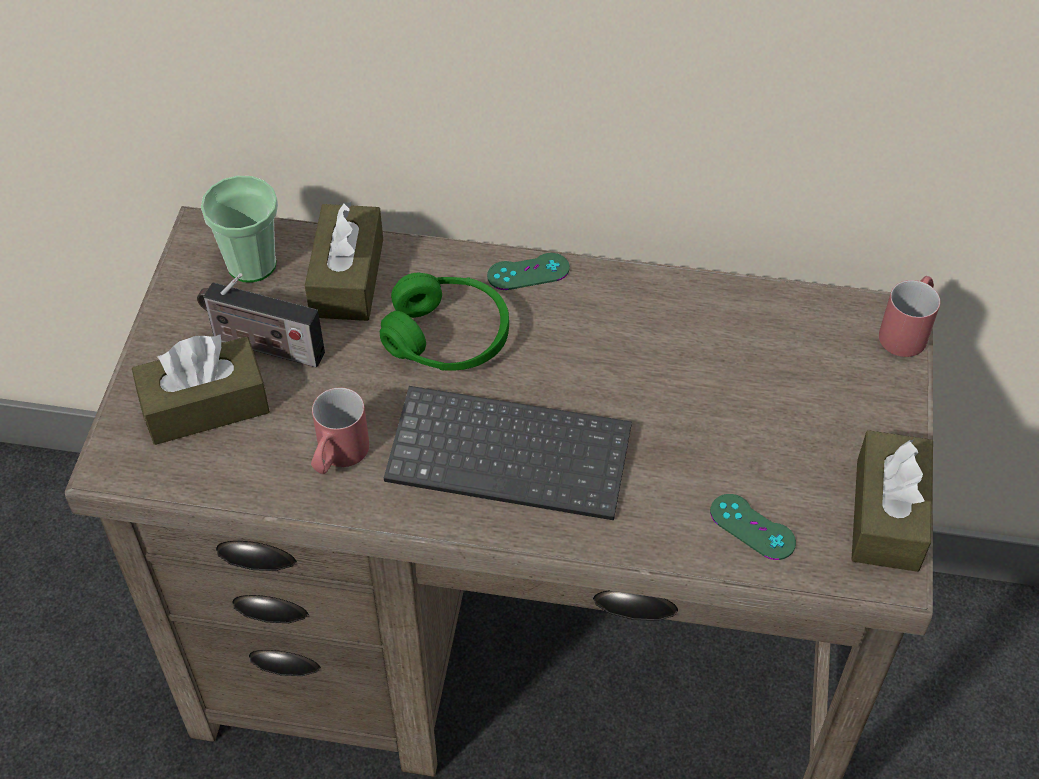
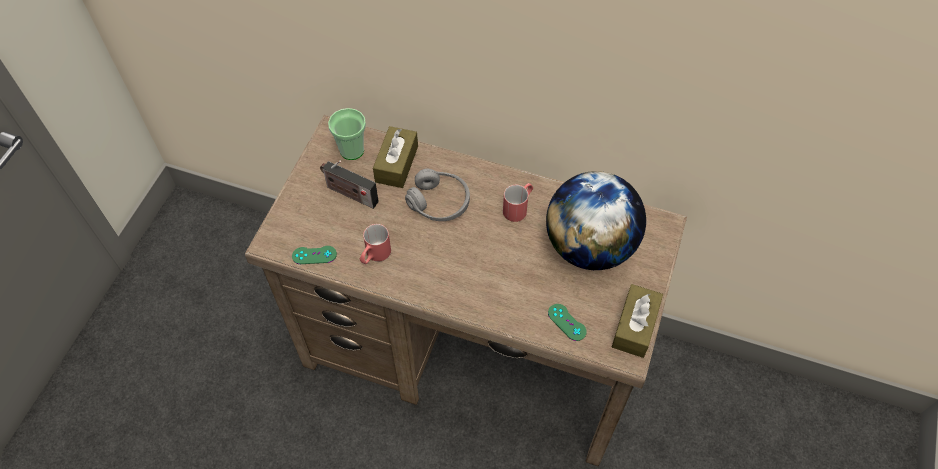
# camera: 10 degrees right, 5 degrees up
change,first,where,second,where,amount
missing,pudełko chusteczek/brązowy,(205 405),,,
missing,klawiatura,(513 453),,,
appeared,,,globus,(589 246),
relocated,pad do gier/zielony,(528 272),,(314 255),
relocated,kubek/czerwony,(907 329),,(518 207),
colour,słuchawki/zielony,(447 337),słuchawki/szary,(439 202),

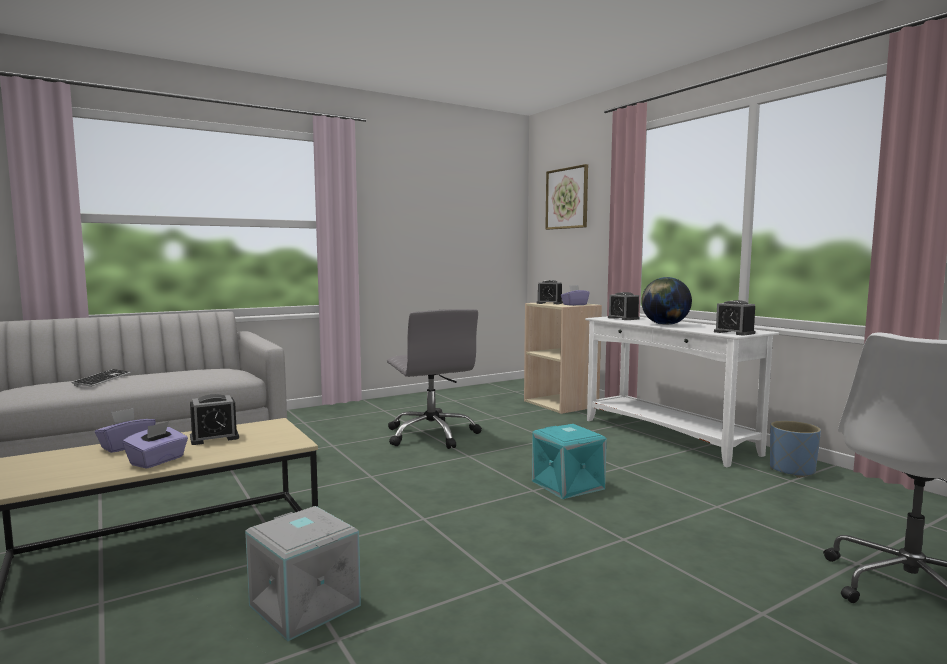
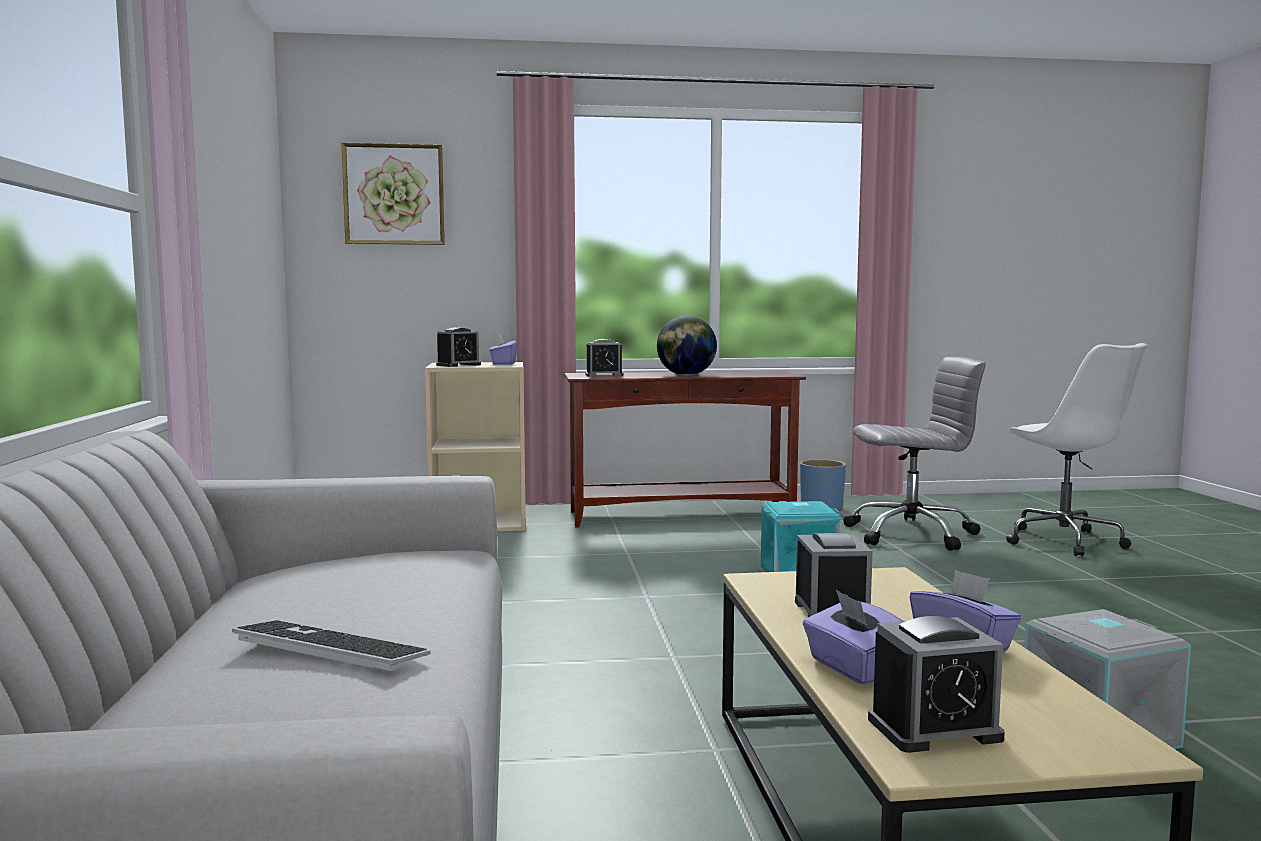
# camera: 65 degrees left, 0 degrees up
change,first,where,second,where,amount
relocated,krzesło biurowe/szary,(432 435),,(911 534),
relocated,budzik,(734 332),,(934 729),
colour,stolik konsolowy/biały,(668 436),stolik konsolowy/brązowy,(682 515),

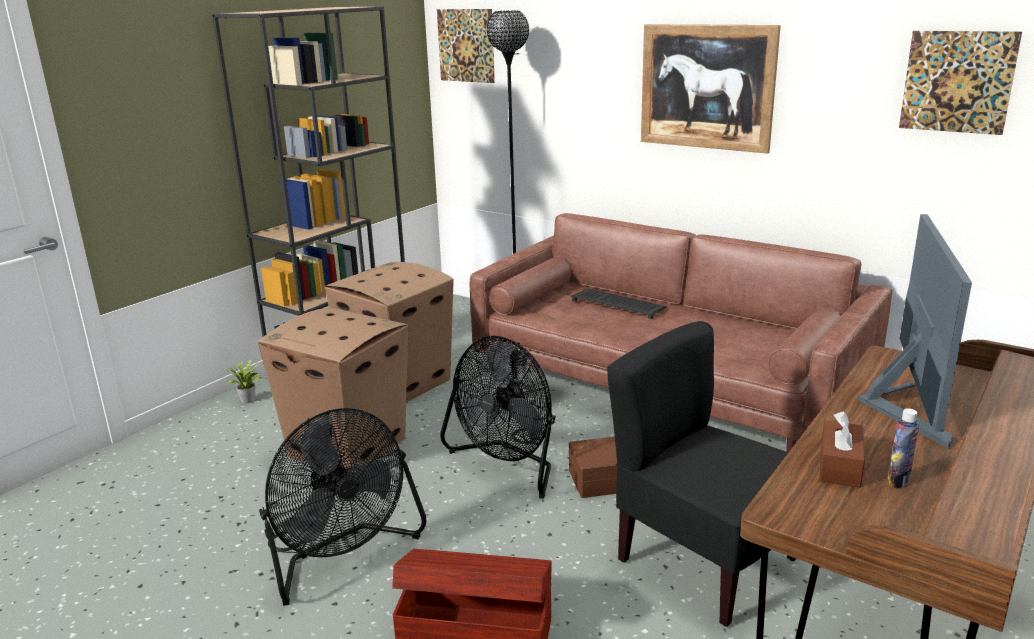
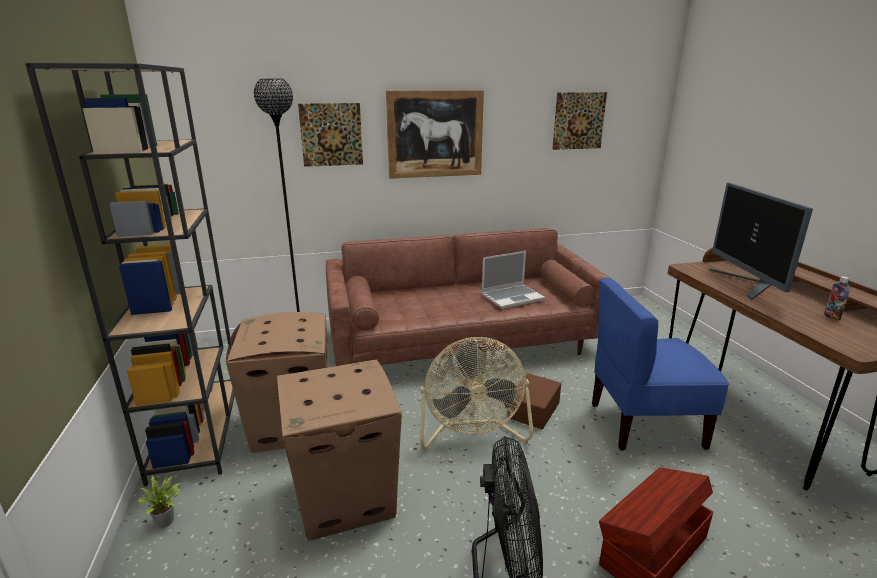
# camera: 50 degrees left, 0 degrees up
change,first,where,second,where,amount
missing,klawiatura,(619 304),,,
missing,pudełko chusteczek/brązowy,(839 466),,,
appeared,,,laptop,(512 297),
relocated,obraz,(466 45),,(331 135),
colour,wentylator/czarny,(508 461),wentylator/beżowy,(468 433),
colour,krzesło/czarny,(704 562),krzesło/niebieski,(644 424),
spun,monitor,(906 405),,(746 285),150 degrees counterclockwise

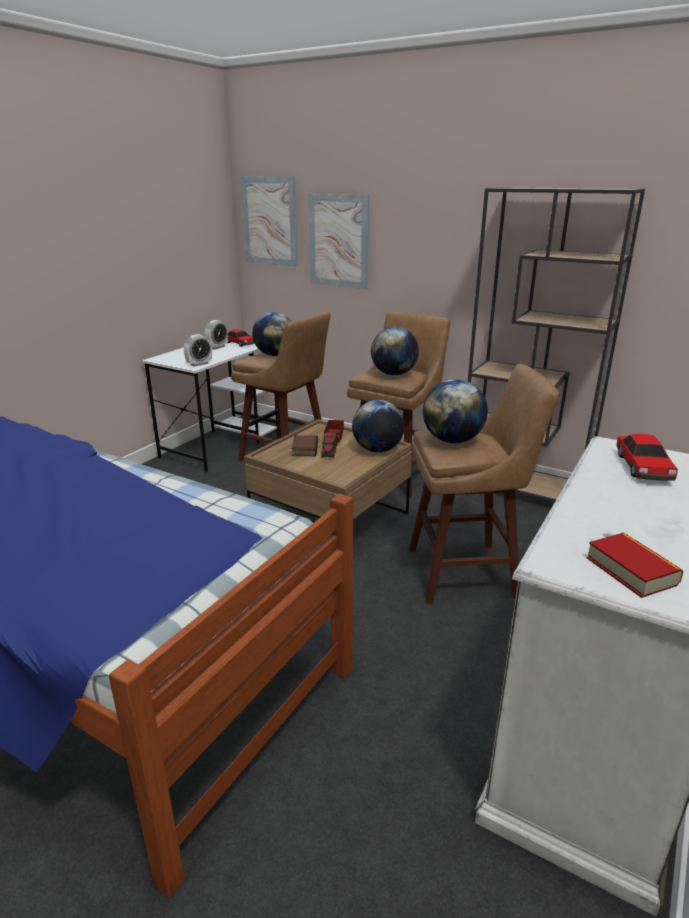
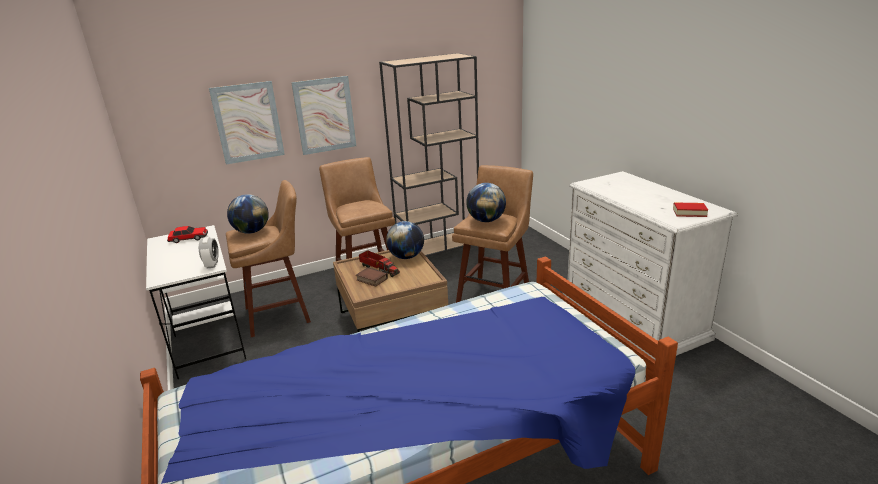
# camera: 55 degrees left, 0 degrees up
change,first,where,second,where,amount
missing,budzik,(217 347),,,
missing,globus,(394 374),,,
missing,samochodzik,(643 467),,,
relocated,obraz,(270 221),,(325 115),

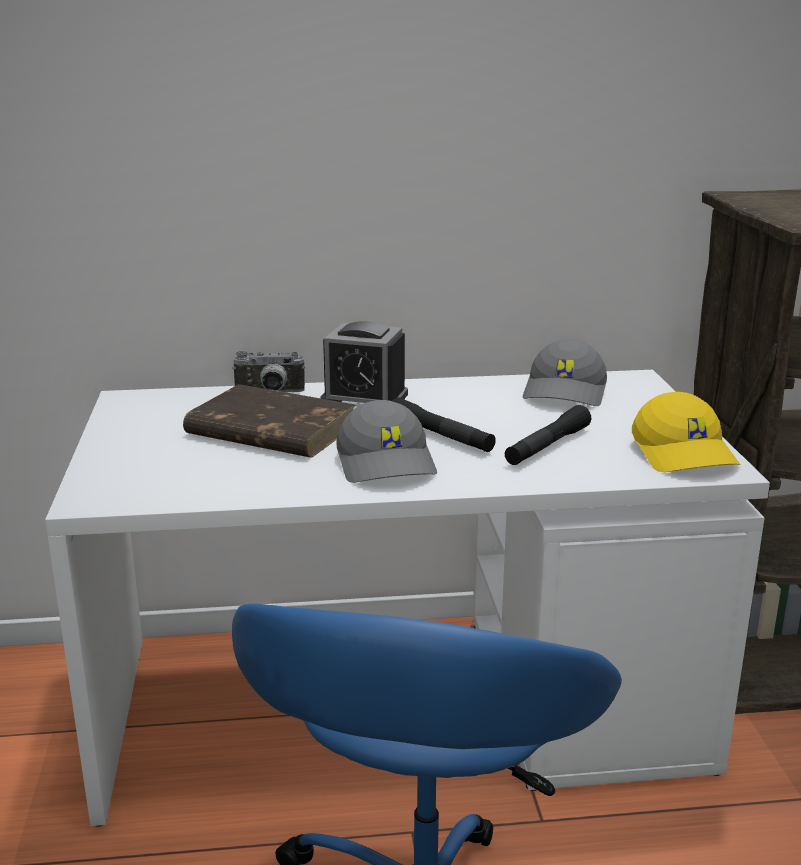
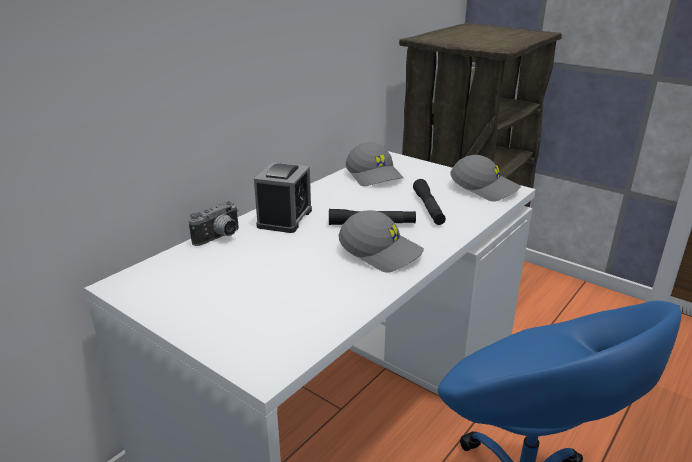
# camera: 45 degrees left, 5 degrees up
change,first,where,second,where,amount
missing,książka/brązowy,(269 430),,,
colour,czapka z daszkiem/żółty,(685 454),czapka z daszkiem/szary,(484 188),
spun,budzik,(364 398),,(285 218),45 degrees counterclockwise

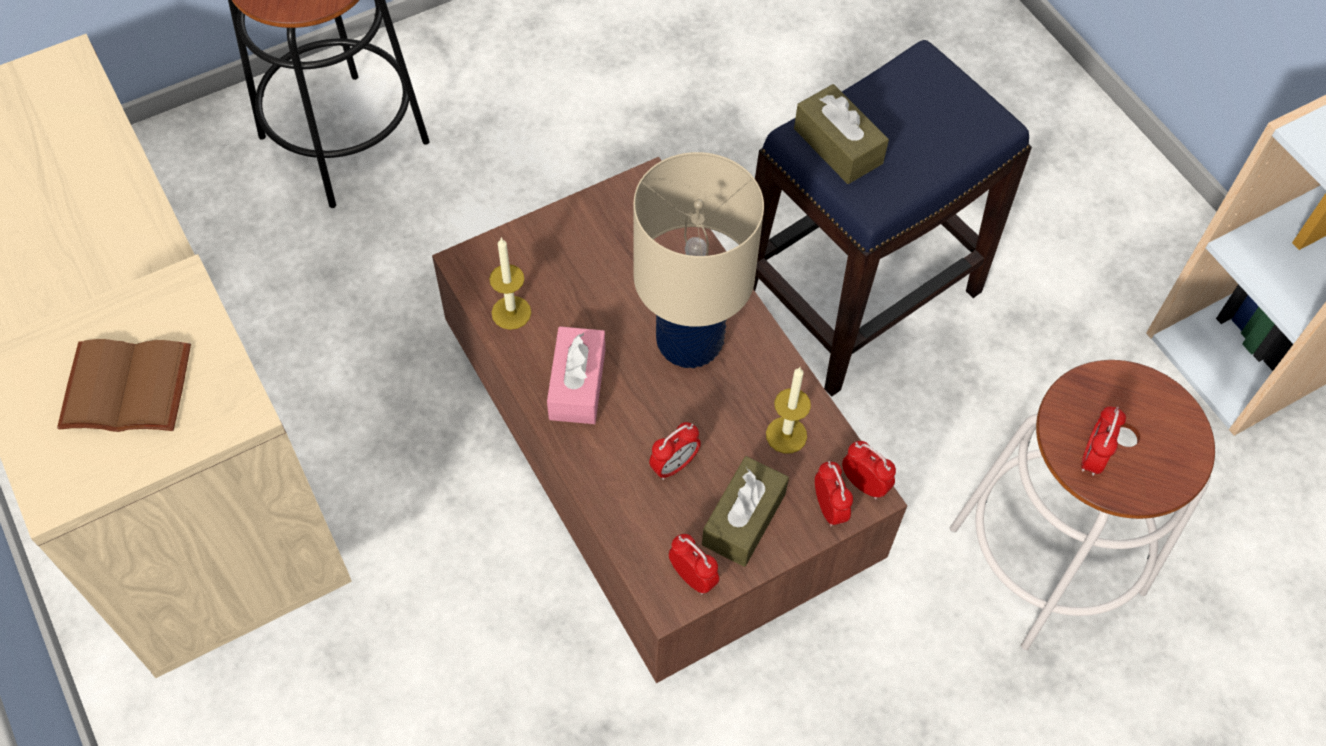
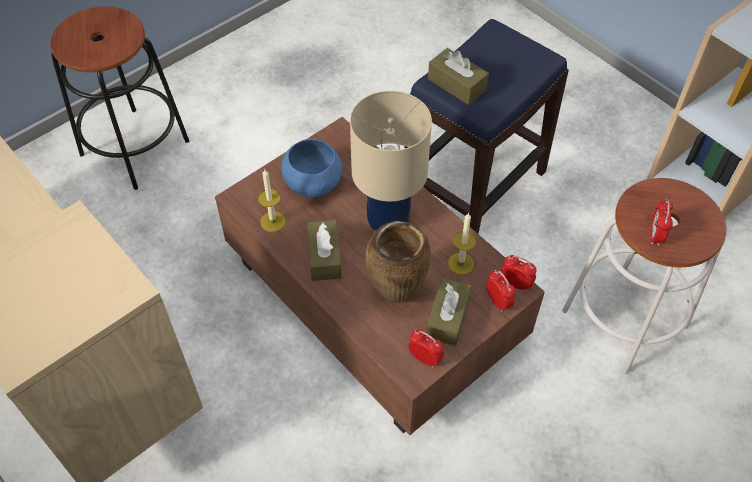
# camera: 10 degrees left, 5 degrees down
change,first,where,second,where,amount
missing,książka/brązowy,(124 391),,,
appeared,,,miska/niebieski,(312 184),
exchanged,budzik,(674 465),wazon/brązowy,(396 294),
colour,pudełko chusteczek/różowy,(577 384),pudełko chusteczek/brązowy,(324 257),

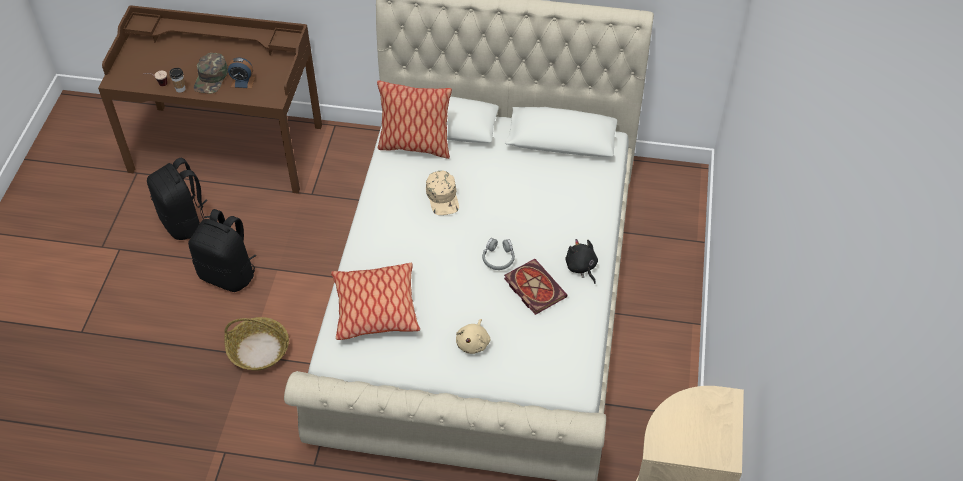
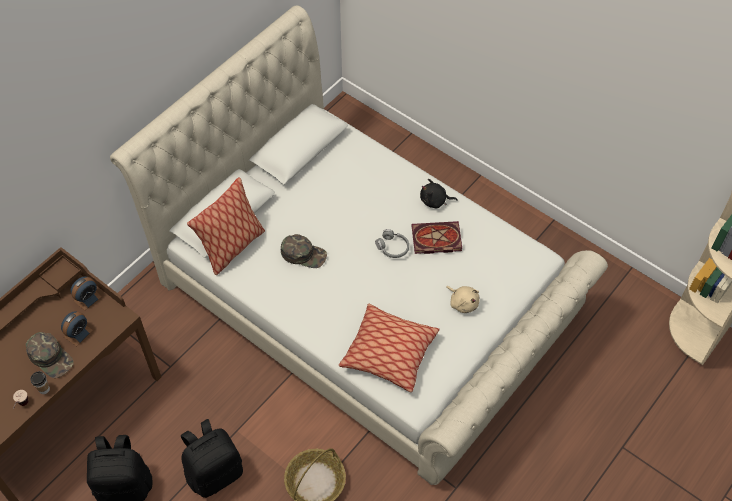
# camera: 60 degrees left, 5 degrees up
change,first,where,second,where,amount
appeared,,,budzik,(87 298),
colour,czapka z daszkiem/beżowy,(443 197),czapka z daszkiem/zielony,(303 254),

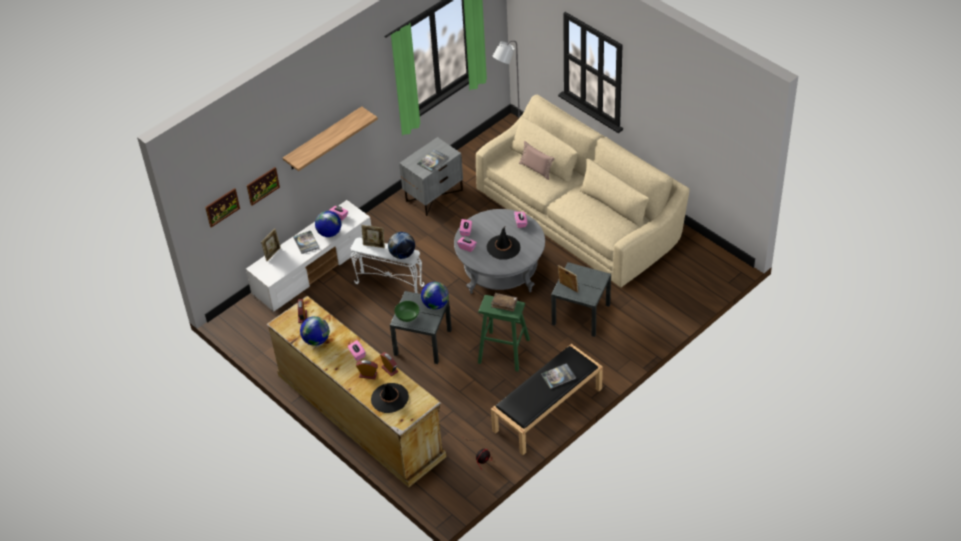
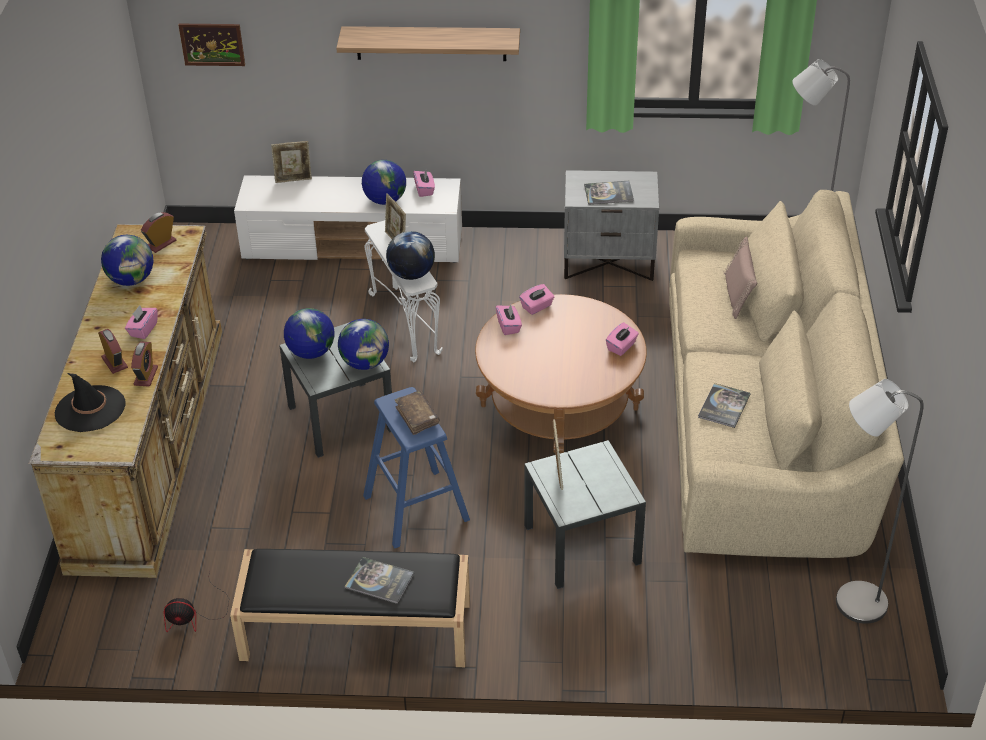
# camera: 45 degrees right, 5 degrees down
change,first,where,second,where,amount
missing,obraz,(262 186),,,
missing,kapelusz/czarny,(503 247),,,
appeared,,,lampa stojąca/szary,(850 603),
relocated,książka,(306 242),,(724 406),
exchanged,miska/zielony,(407 317),globus,(311 352),
colour,ława/szary,(501 270),ława/brązowy,(559 408),
colour,stołek/zielony,(503 351),stołek/niebieski,(415 508),

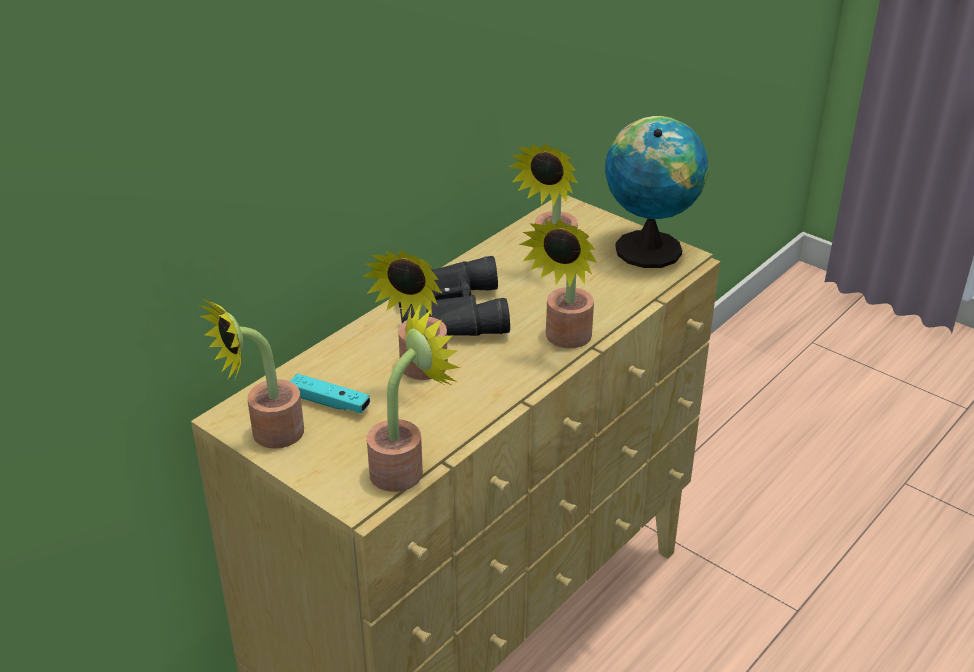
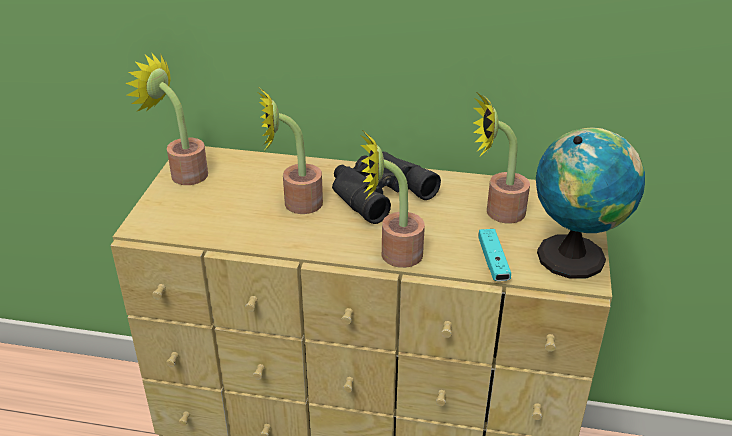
# camera: 60 degrees right, 0 degrees up
change,first,where,second,where,amount
missing,roślina doniczkowa,(406 468),,,
relocated,pad do gier/turkusowy,(329 402),,(493 262),

